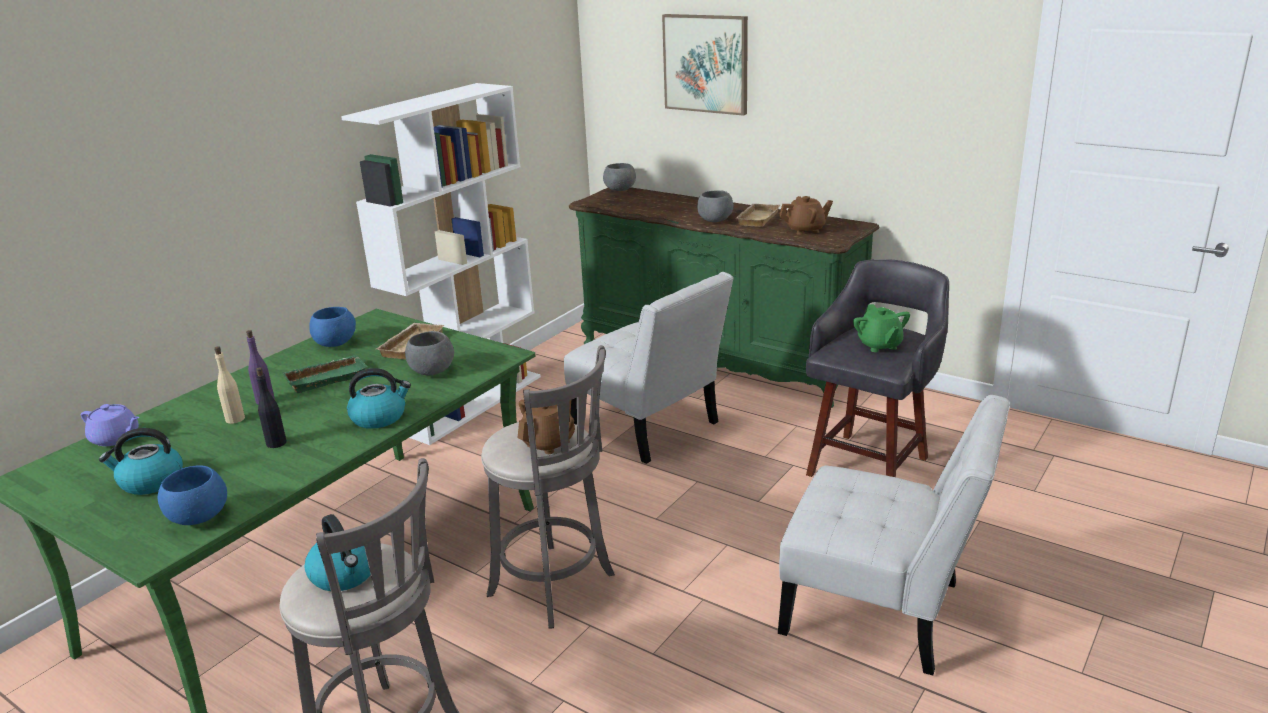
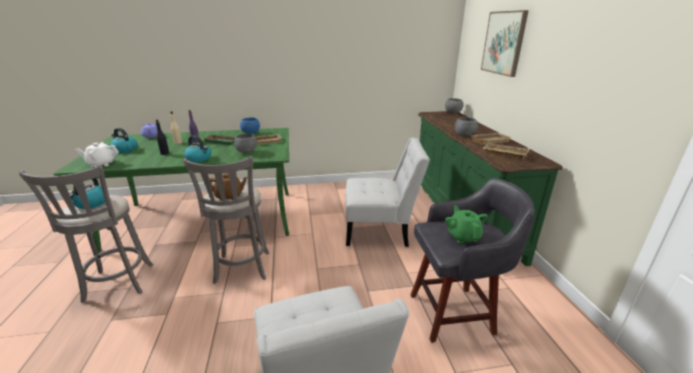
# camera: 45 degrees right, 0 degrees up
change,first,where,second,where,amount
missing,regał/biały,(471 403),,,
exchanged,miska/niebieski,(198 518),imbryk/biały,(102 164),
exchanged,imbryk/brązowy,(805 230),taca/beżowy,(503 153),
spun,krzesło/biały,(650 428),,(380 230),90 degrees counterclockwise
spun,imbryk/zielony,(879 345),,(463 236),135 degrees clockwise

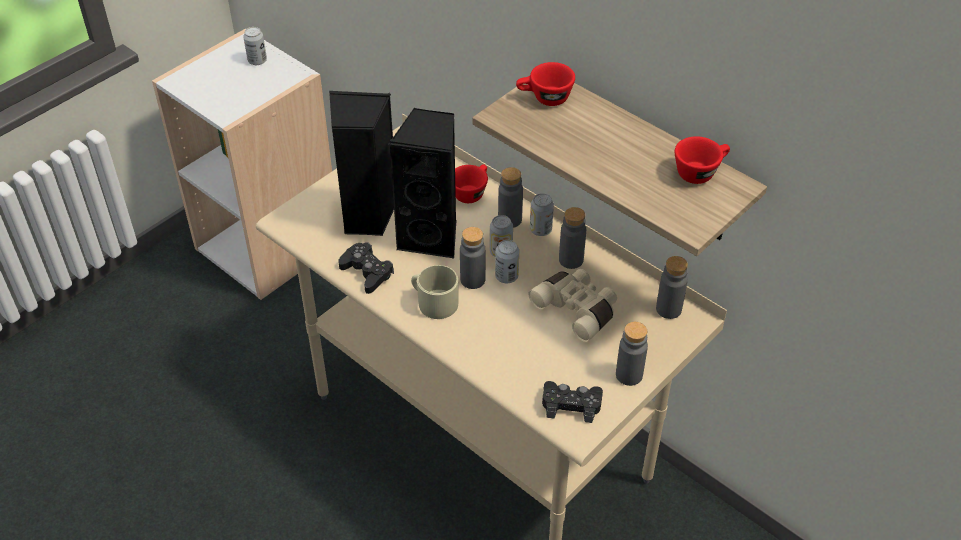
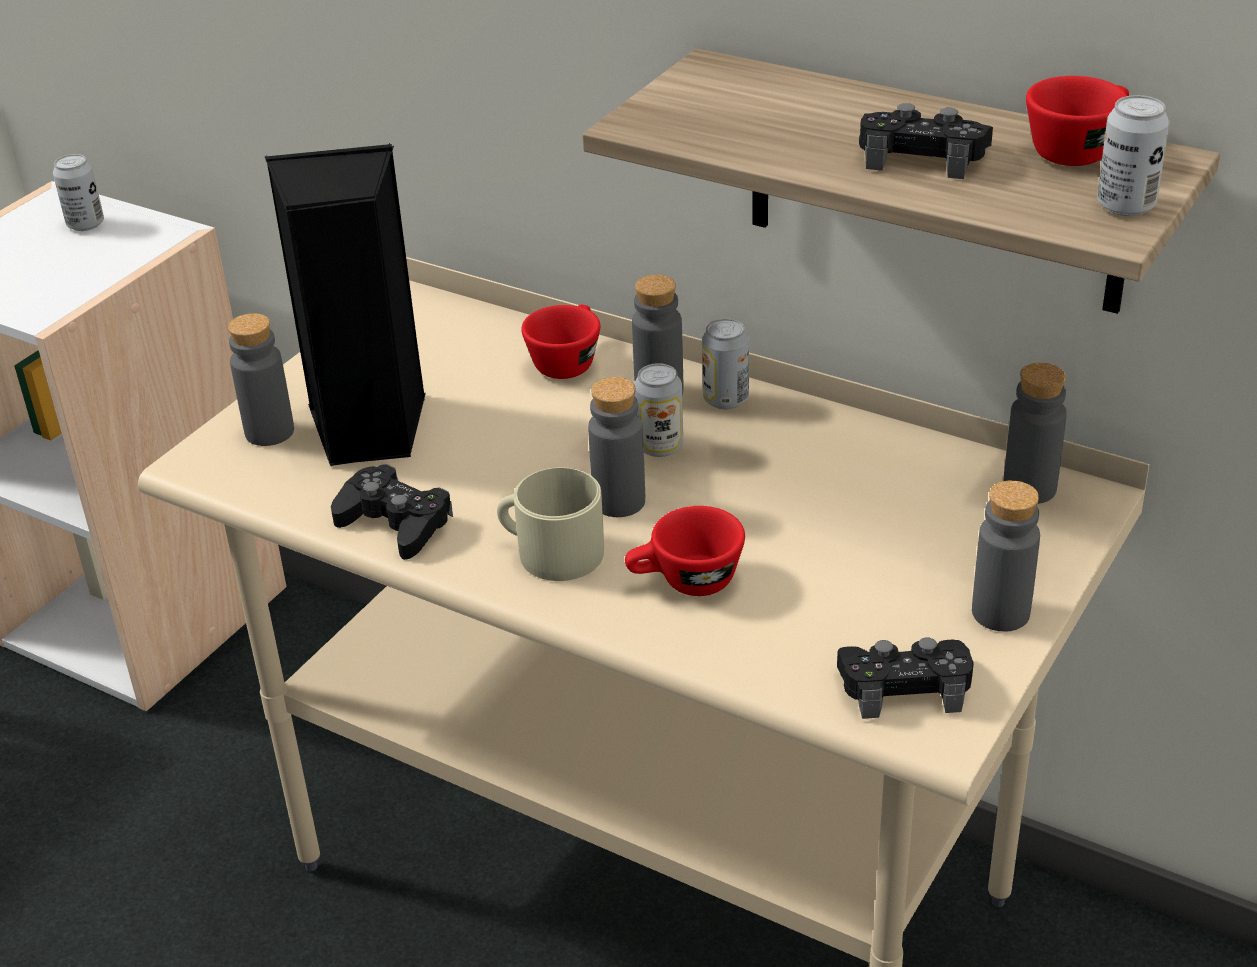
# camera: 10 degrees left, 10 degrees down
change,first,where,second,where,amount
missing,głośnik/czarny,(432 237),,,
missing,lornetka/beżowy,(577 309),,,
appeared,,,pad do gier/czarny,(923 156),
relocated,puszka,(506 276),,(1126 205),
relocated,filiżanka/czerwony,(544 98),,(685 582),
relocated,butelka/szary,(571 260),,(269 432),

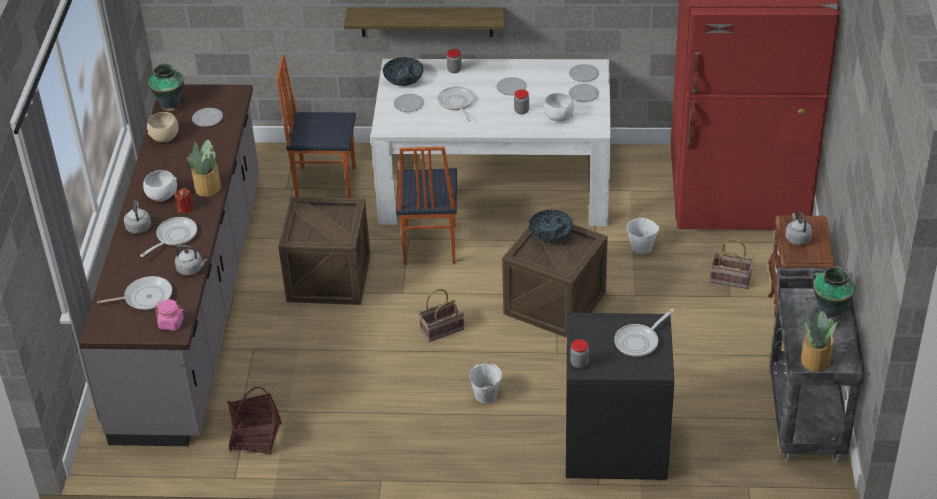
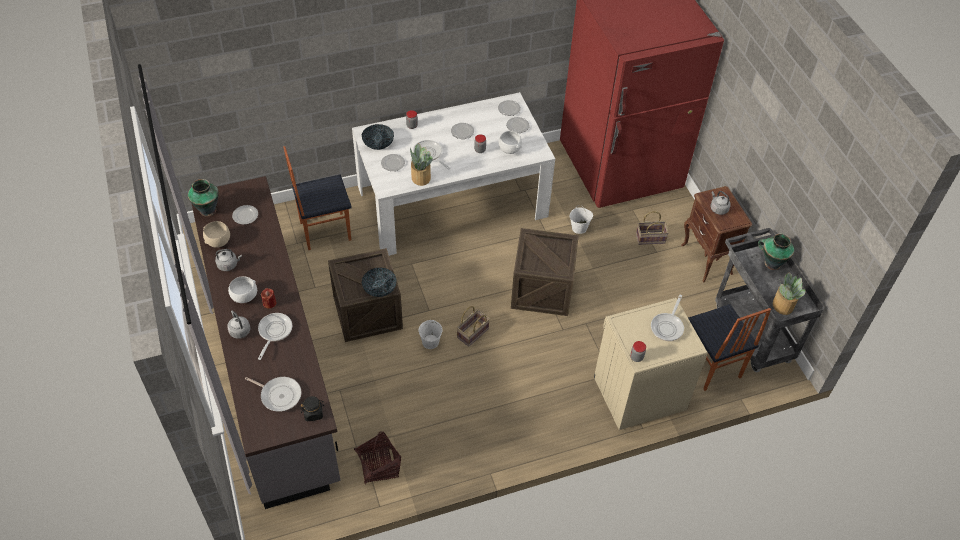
# camera: 25 degrees left, 10 degrees up
change,first,where,second,where,amount
missing,półka,(426 21),,,
relocated,czajnik/szary,(191 269),,(228 265),
relocated,roślina doniczkowa,(208 187),,(421 177),
relocated,krzesło,(428 245),,(710 366),
relocated,wiadro/biały,(486 395),,(430 342),
relocated,miska,(551 235),,(379 288),
colour,słoik/różowy,(171 323),słoik/czarny,(313 413),
colour,pralka/czarny,(615 444),pralka/beżowy,(638 392),
spun,patelnia,(145 297),,(279 395),60 degrees clockwise

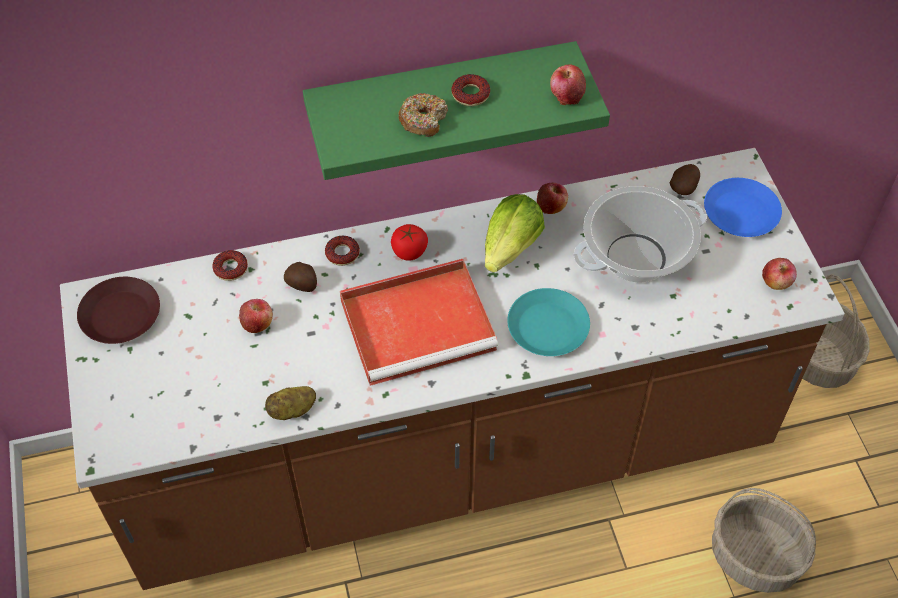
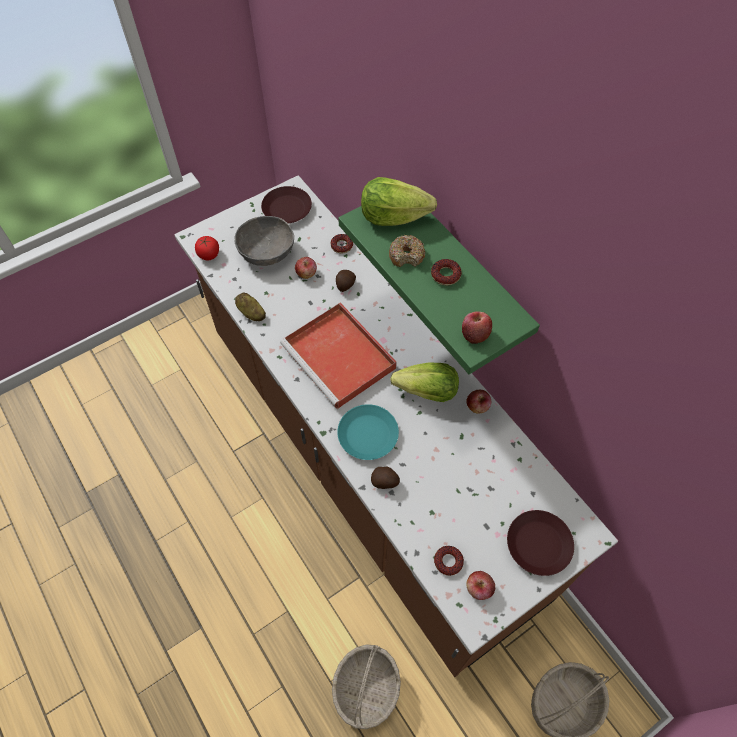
# camera: 70 degrees right, 5 degrees up
change,first,where,second,where,amount
missing,garnek,(635 257),,,
appeared,,,miska/szary,(267 252),
appeared,,,sałata,(393 216),
relocated,donut,(342 253),,(448 561),
relocated,pomidor,(409 251),,(209 255),
relocated,ziemniak,(684 187),,(385 482),
colour,talerz/niebieski,(740 213),talerz/brązowy,(537 544),

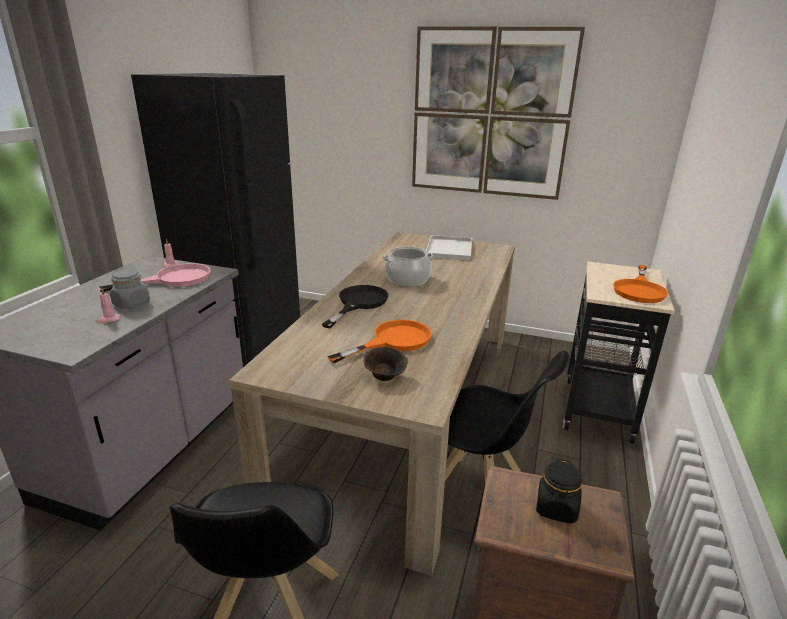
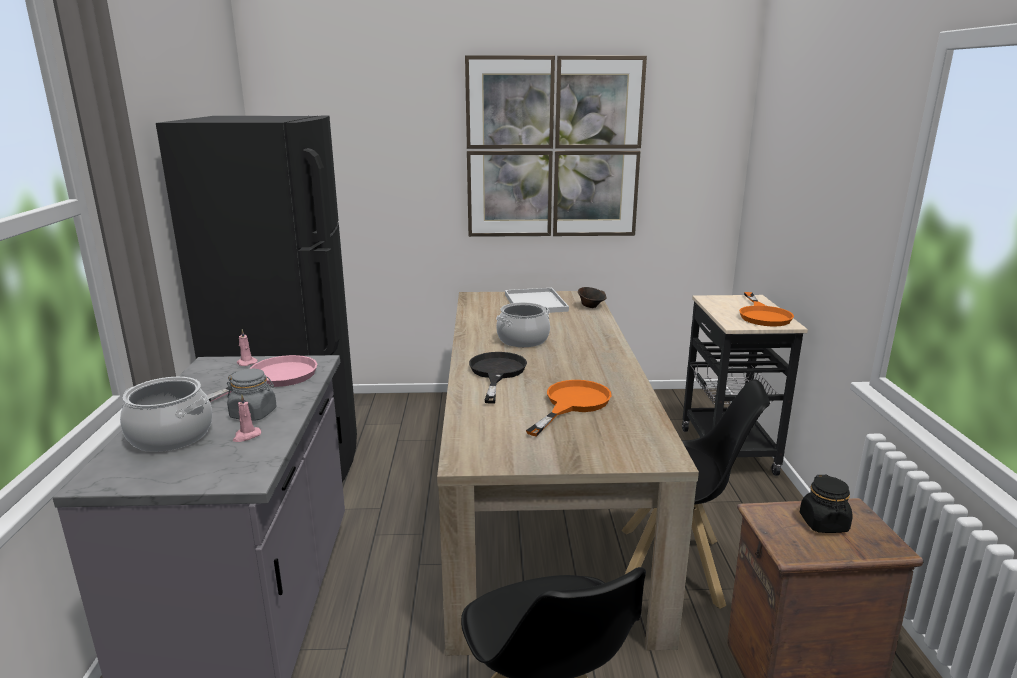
# camera: 20 degrees left, 5 degrees down
change,first,where,second,where,amount
appeared,,,garnek,(170 436),
relocated,miska/brązowy,(385 377),,(591 306),

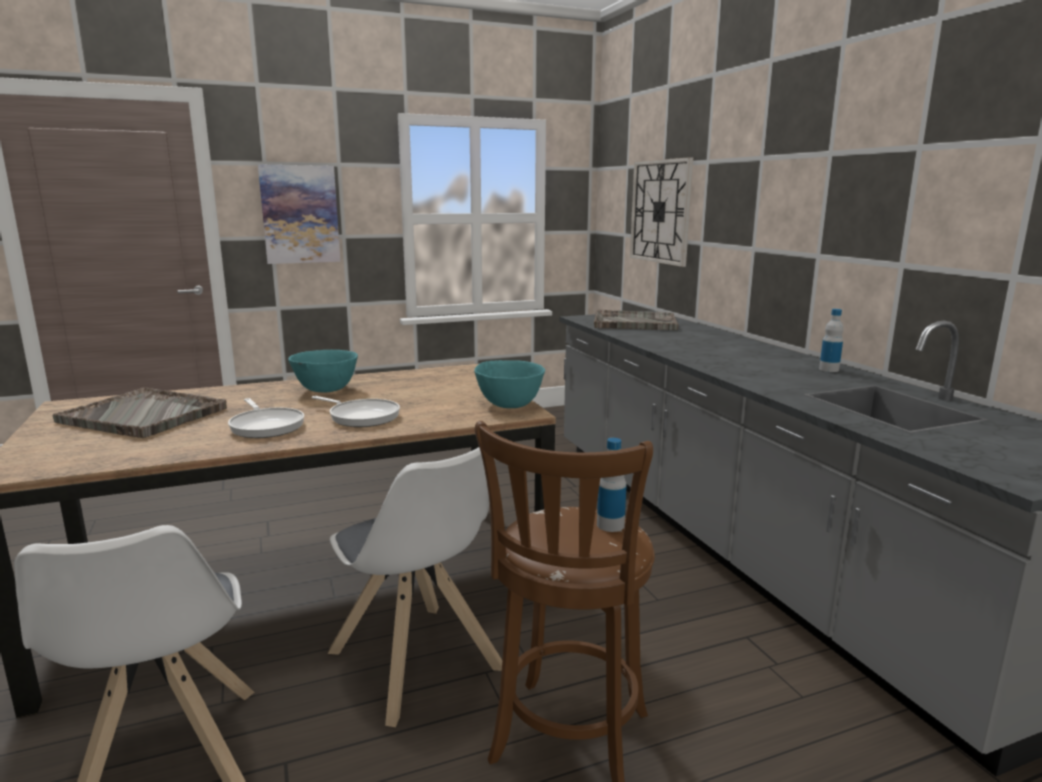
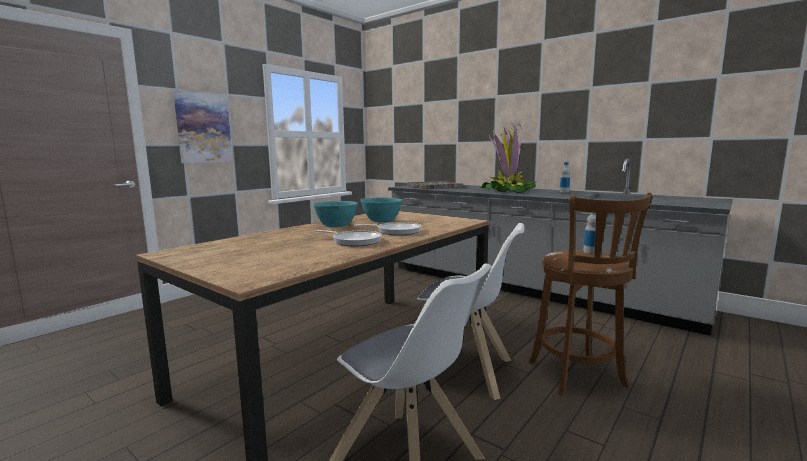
# camera: 30 degrees left, 5 degrees down
change,first,where,second,where,amount
missing,taca/szary,(144 415),,,
missing,zegar ścienny,(660 211),,,
appeared,,,roślina doniczkowa,(507 191),
relocated,miska/turkusowy,(509 404),,(381 221),

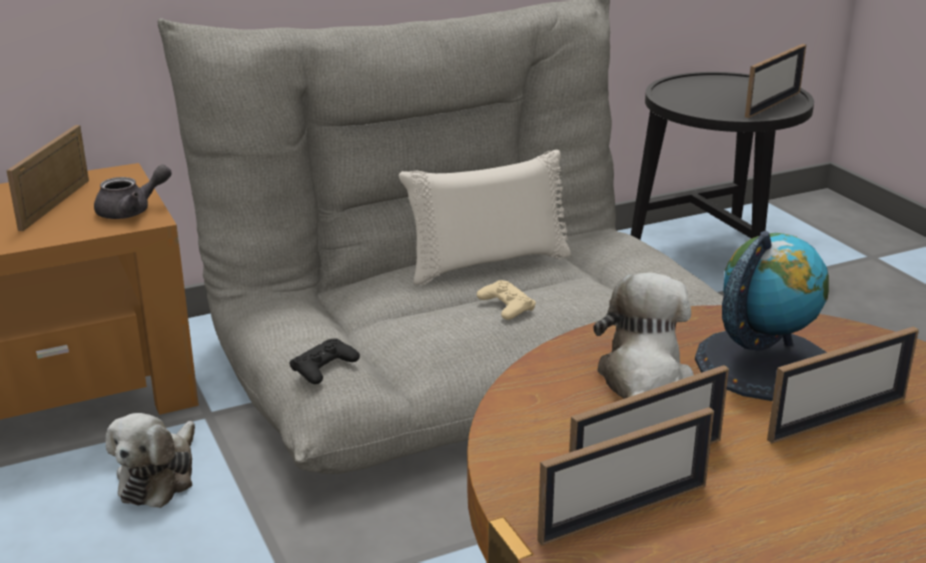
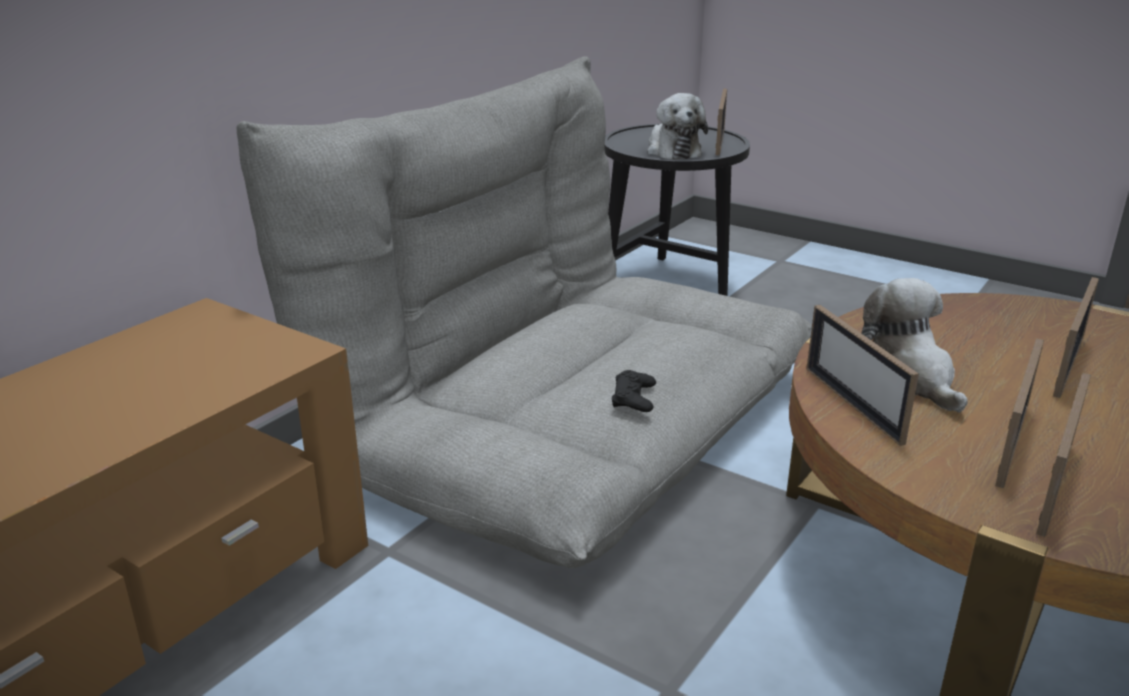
# camera: 30 degrees left, 0 degrees up
change,first,where,second,where,amount
missing,imbryk/szary,(132 211),,,
missing,poduszka/biały,(487 264),,,
missing,pad do gier/beżowy,(506 306),,,
missing,globus,(764 363),,,
relocated,ramka na zdjęcie,(55 204),,(852 404),
relocated,pluszak,(159 477),,(672 150),
relocated,pad do gier/czarny,(324 367),,(634 397),

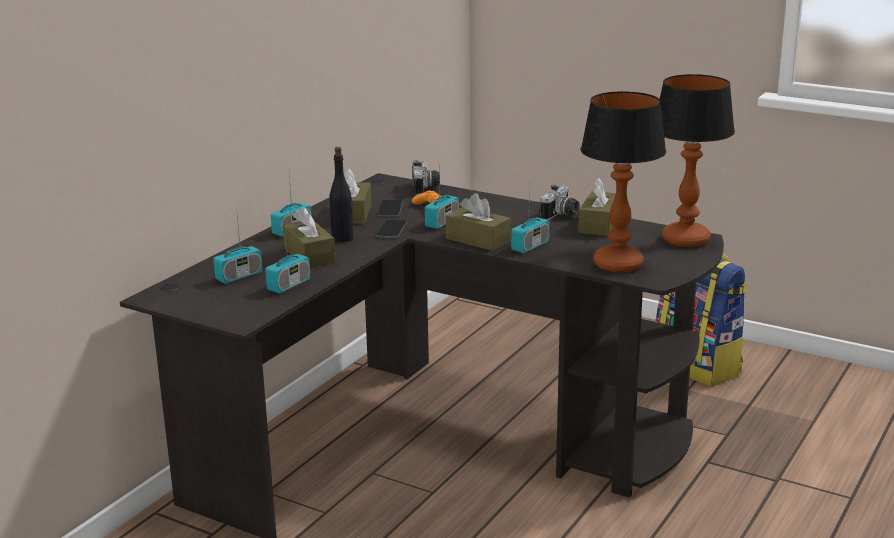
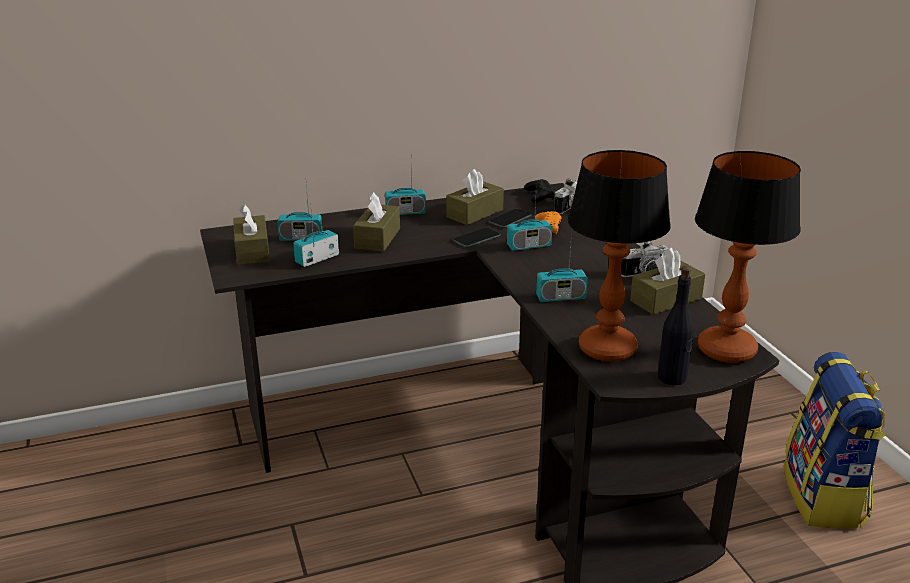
# camera: 40 degrees right, 5 degrees up
change,first,where,second,where,amount
appeared,,,pad do gier/czarny,(539 196),
relocated,butelka/czarny,(342 238),,(672 378),
relocated,pudełko chusteczek/brązowy,(478 240),,(252 251),
spun,radio,(289 285),,(317 259),150 degrees clockwise

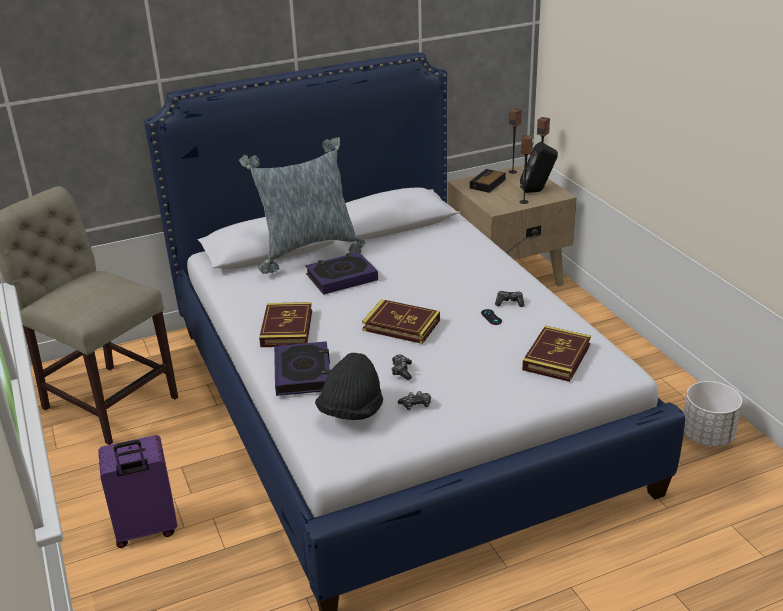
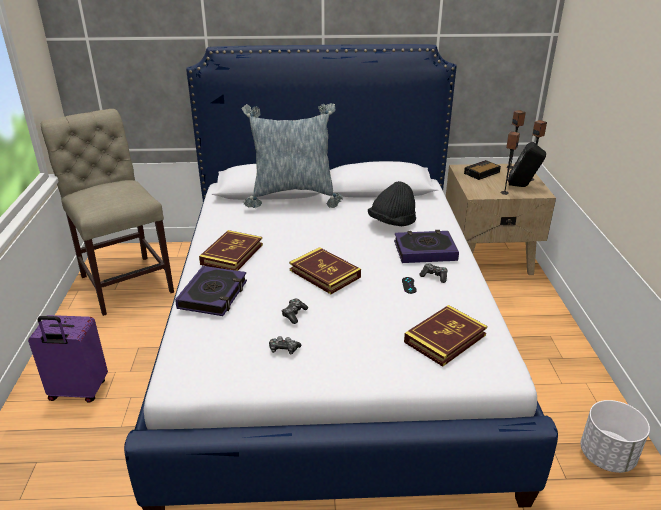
# camera: 20 degrees right, 0 degrees up
change,first,where,second,where,amount
relocated,książka,(341 277),,(425 251),
relocated,kapelusz/czarny,(351 412),,(392 223),

